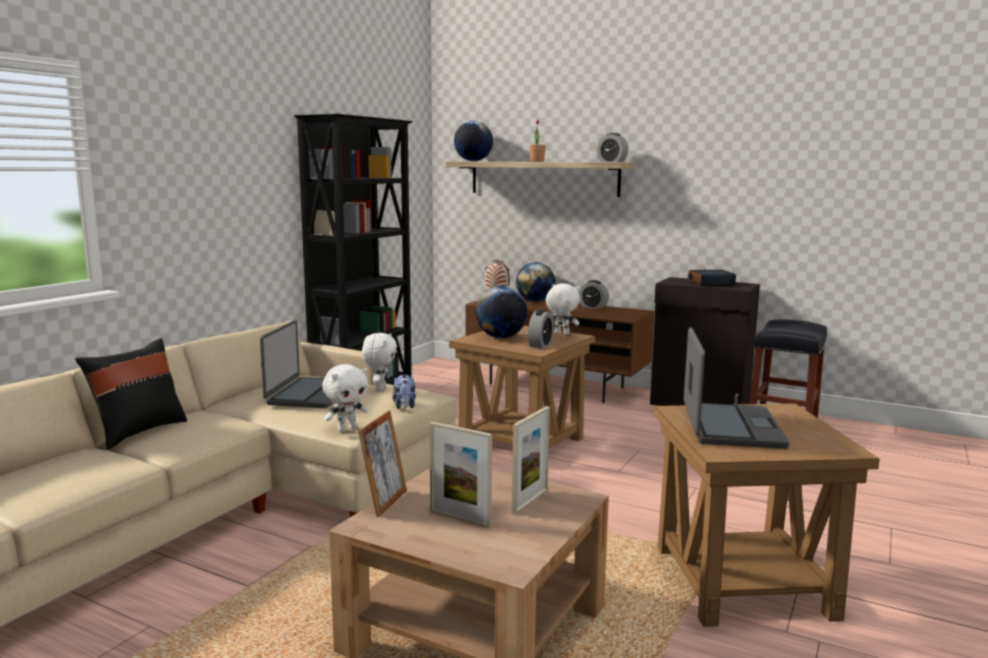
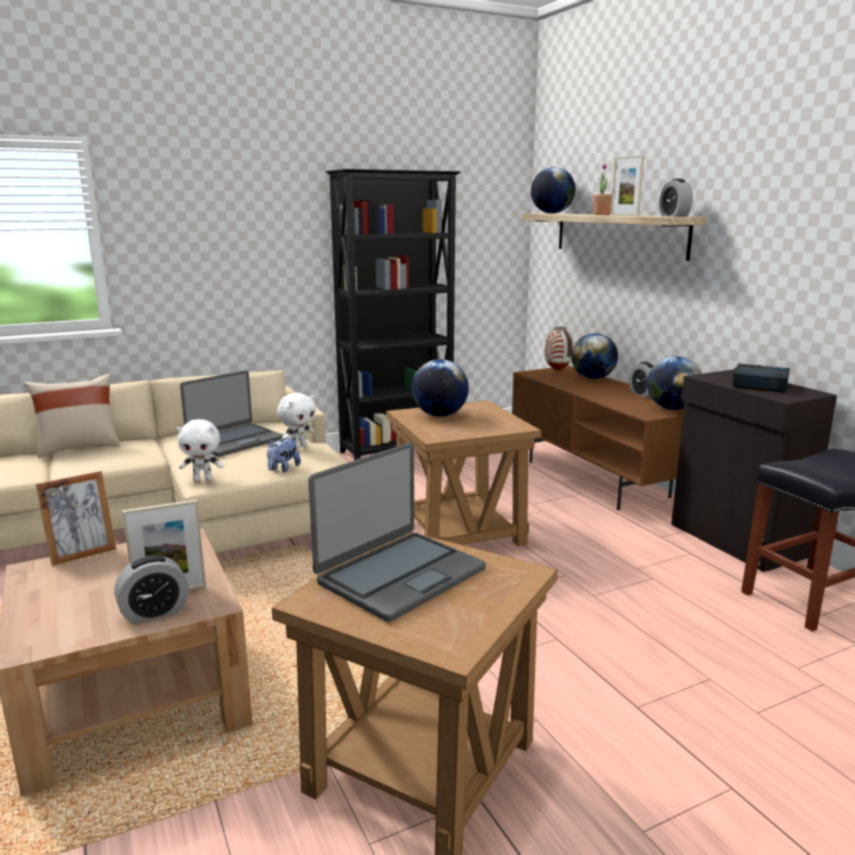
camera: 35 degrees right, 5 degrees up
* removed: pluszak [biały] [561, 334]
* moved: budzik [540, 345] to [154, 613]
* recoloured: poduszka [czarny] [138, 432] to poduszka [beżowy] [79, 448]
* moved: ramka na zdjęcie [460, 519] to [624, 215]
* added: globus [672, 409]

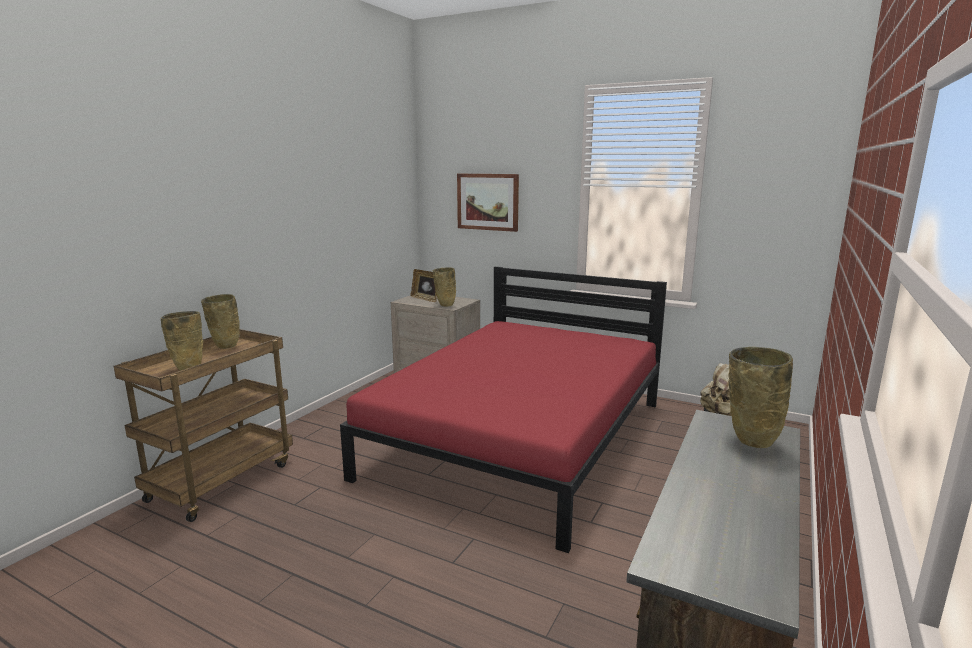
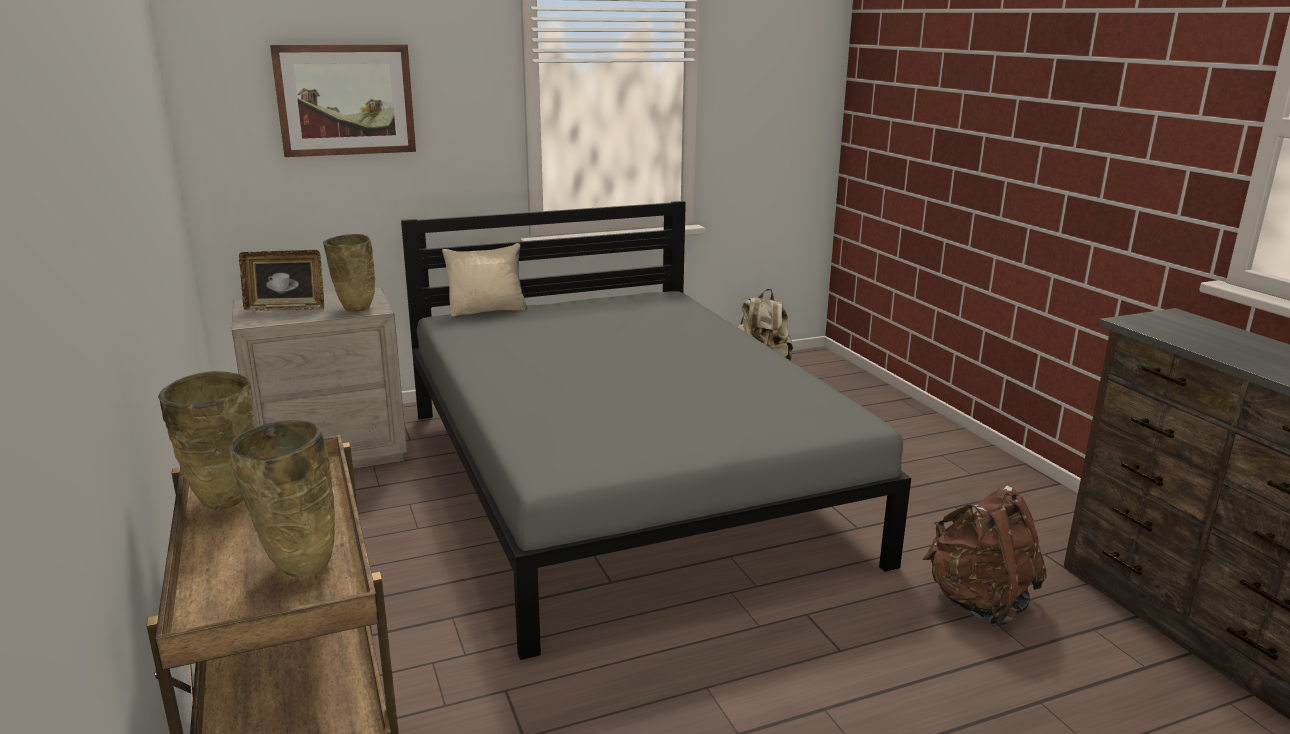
camera: 50 degrees left, 5 degrees up
* recoloured: łóżko [czerwony] [521, 438] to łóżko [szary] [622, 480]
* removed: wazon [beżowy] [749, 442]
* added: poduszka [beżowy] [488, 310]
* added: plecak [brązowy] [978, 603]

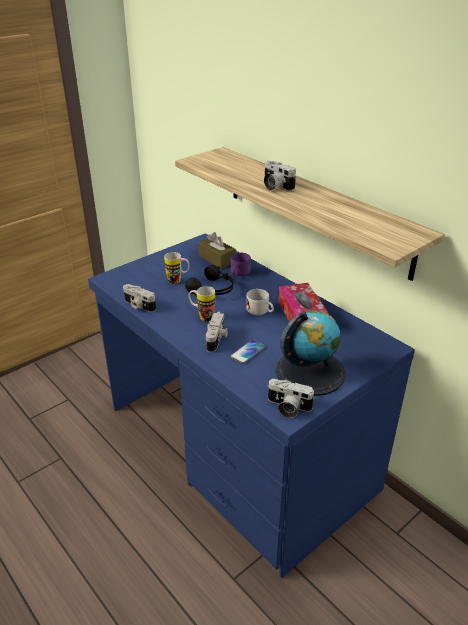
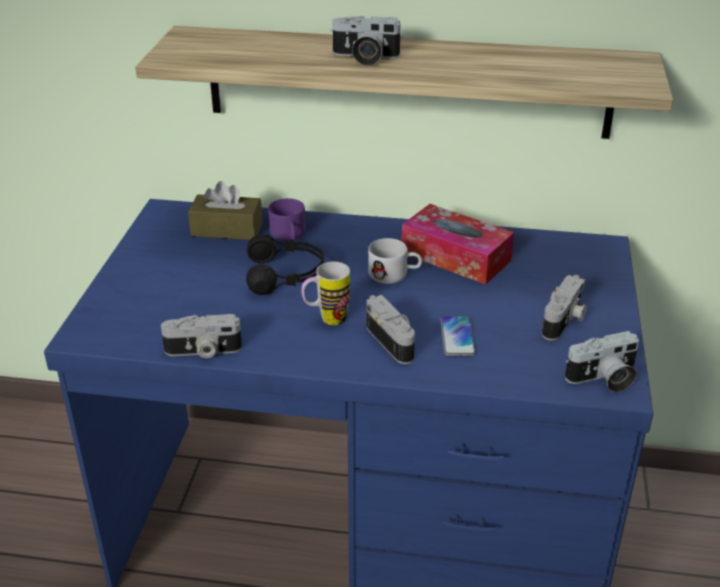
camera: 40 degrees left, 0 degrees up
* removed: kubek [178, 281]
* replaced: globus [310, 372] to aparat fotograficzny [564, 321]

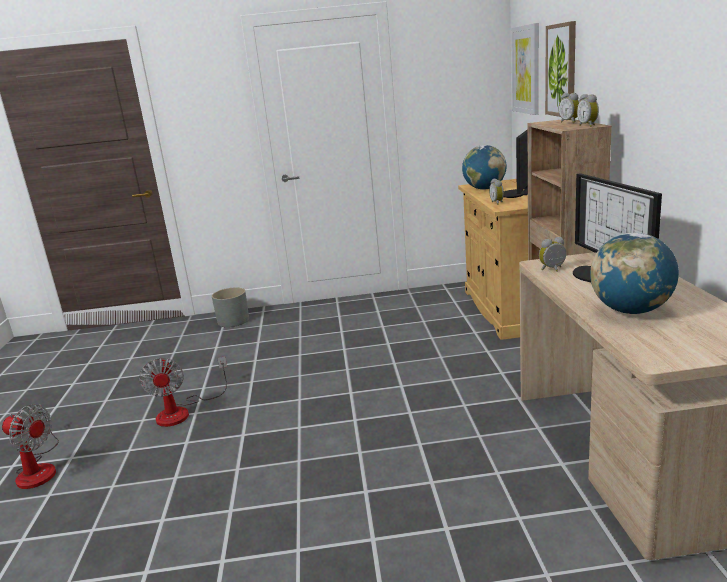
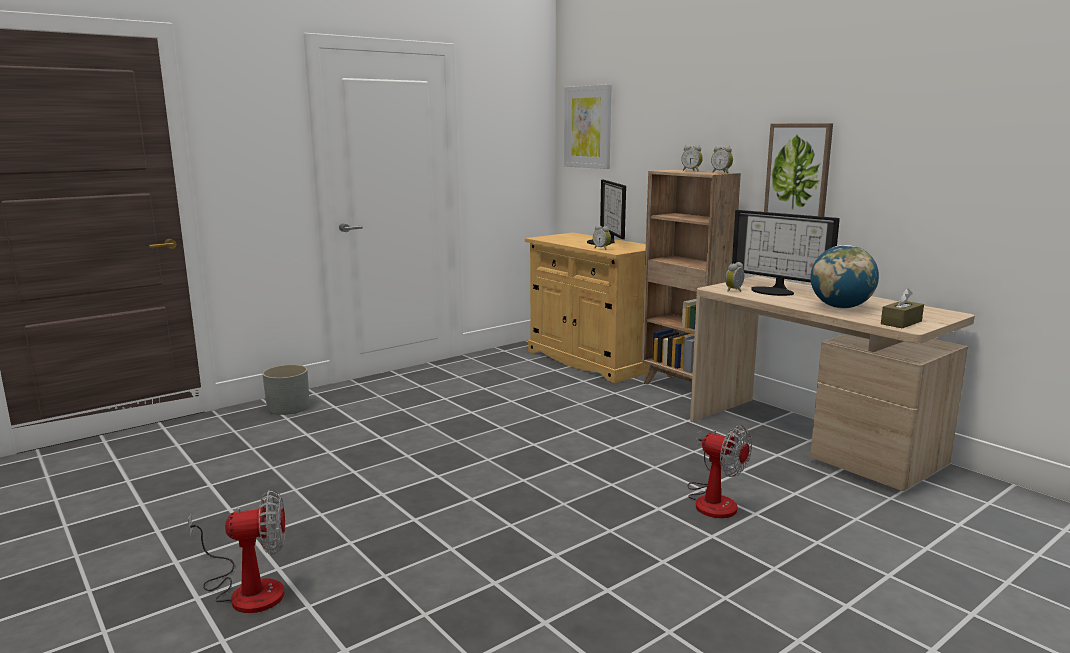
camera: 35 degrees left, 5 degrees down
* moved: obraz [562, 70] to [798, 172]
* removed: globus [484, 189]
* moved: wentylator [182, 411] to [713, 500]
* added: pudełko chusteczek [brązowy] [901, 322]

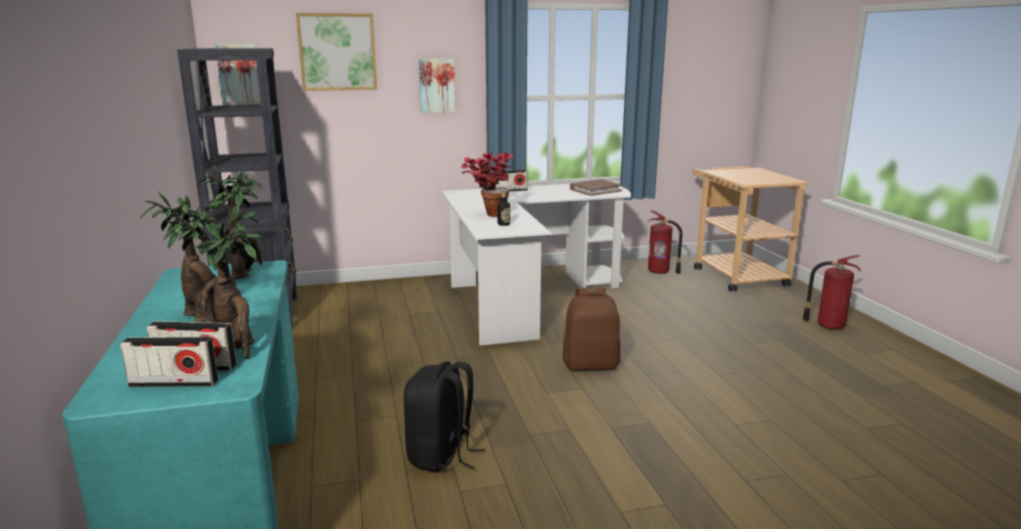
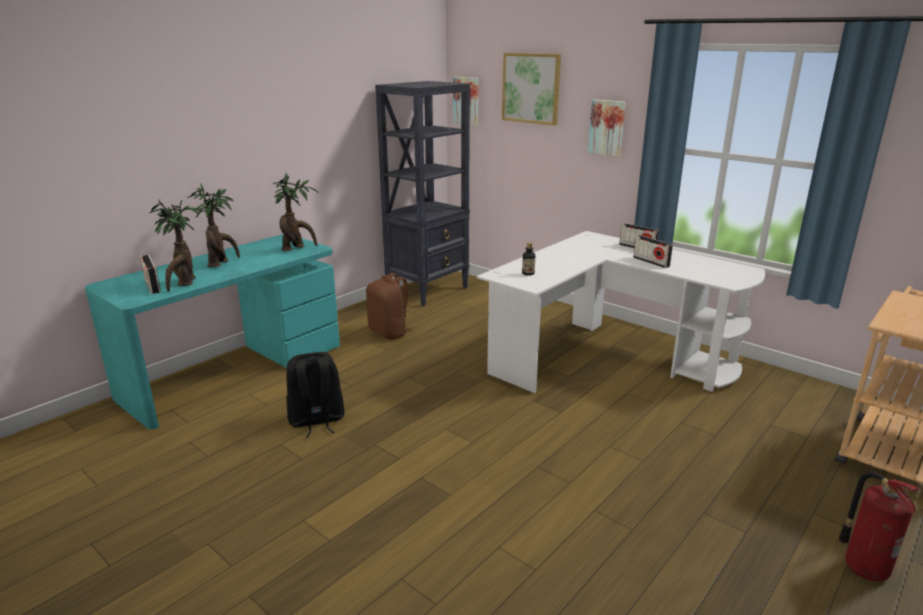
camera: 55 degrees right, 5 degrees up
* removed: roślina doniczkowa [488, 214]
* removed: książka [brązowy] [595, 190]
* removed: gaśnica [660, 272]
* moved: plecak [brązowy] [591, 365] to [389, 332]
* moved: radio [174, 383] to [651, 262]

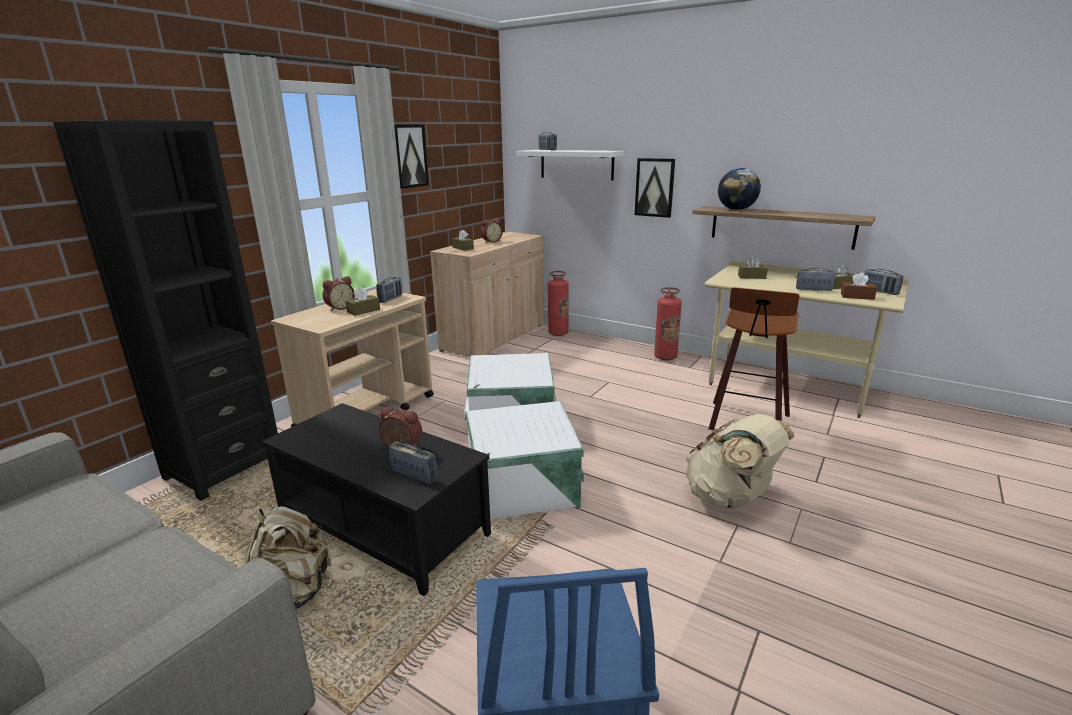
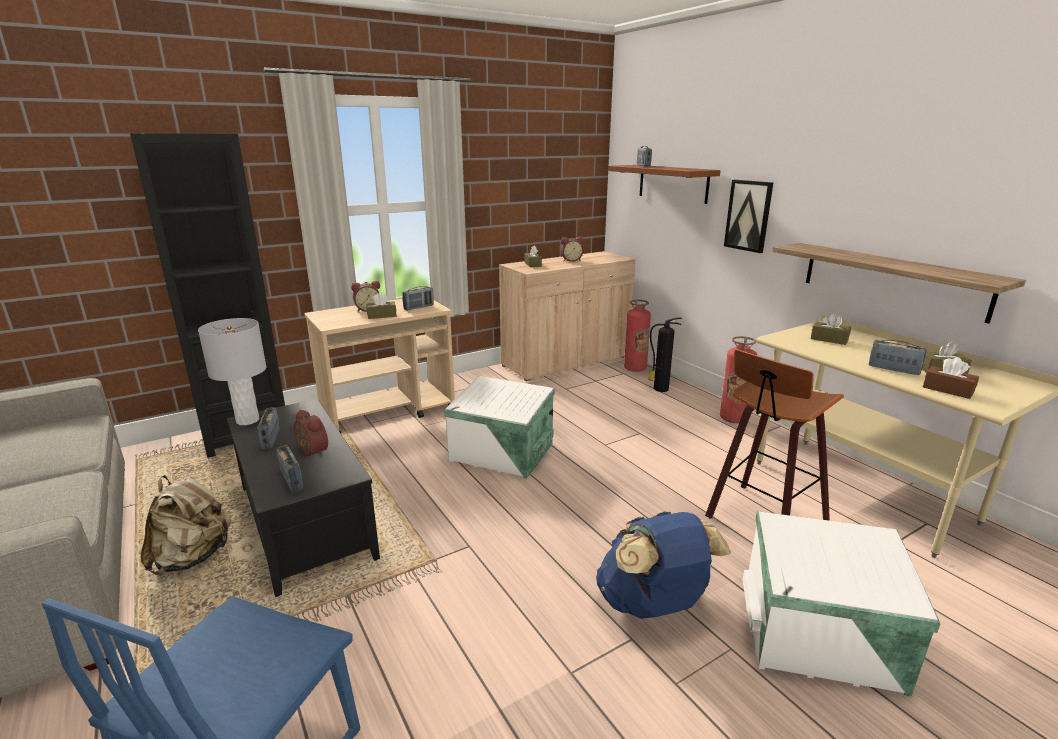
camera: 25 degrees right, 0 degrees up
* removed: obraz [409, 156]
* recoloured: półka [biały] [576, 164] to półka [brązowy] [673, 183]
* removed: globus [736, 209]
* moved: radio [879, 291] to [271, 439]
* moved: pojemnik do przechowywania [biały] [524, 490] to [821, 637]
* recoloured: plecak [beżowy] [730, 498] to plecak [niebieski] [653, 605]
* added: lampa stołowa [szary] [247, 420]
* added: gaśnica [659, 389]

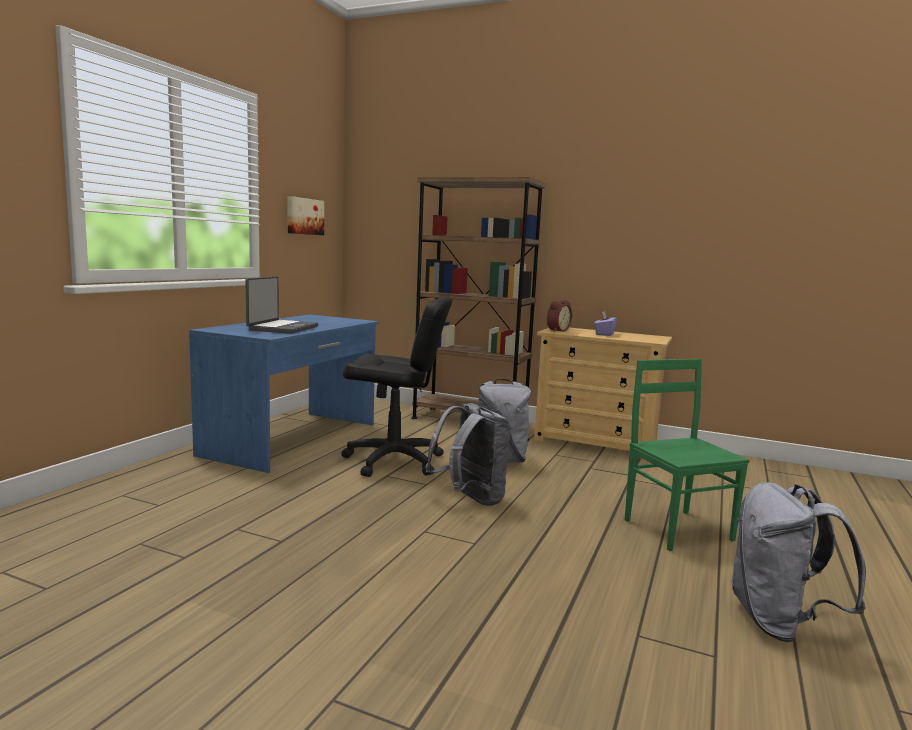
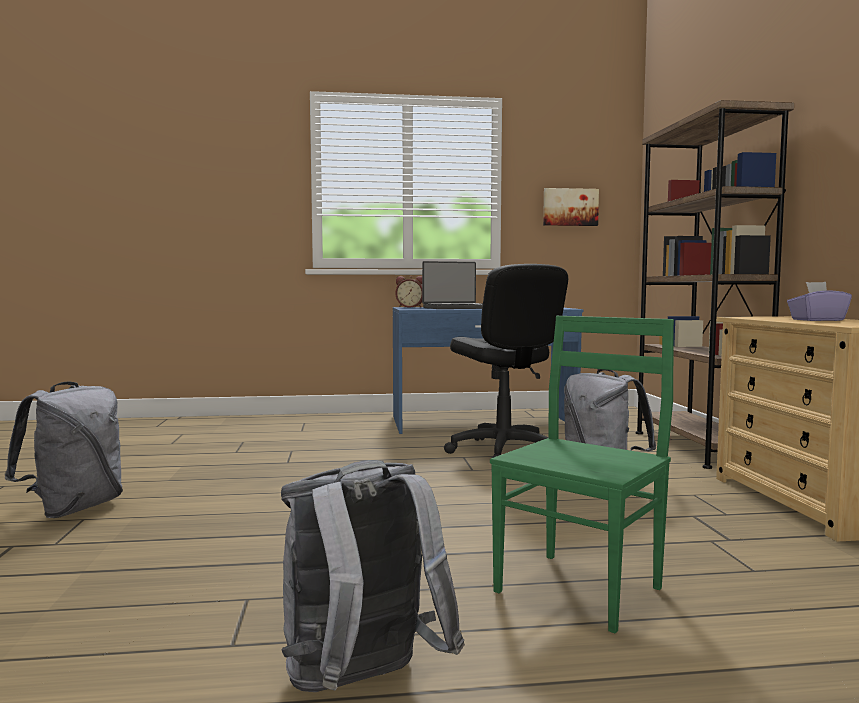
camera: 60 degrees right, 5 degrees down
* moved: budzik [556, 330] to [410, 307]
* moved: plecak [szary] [470, 500] to [74, 508]

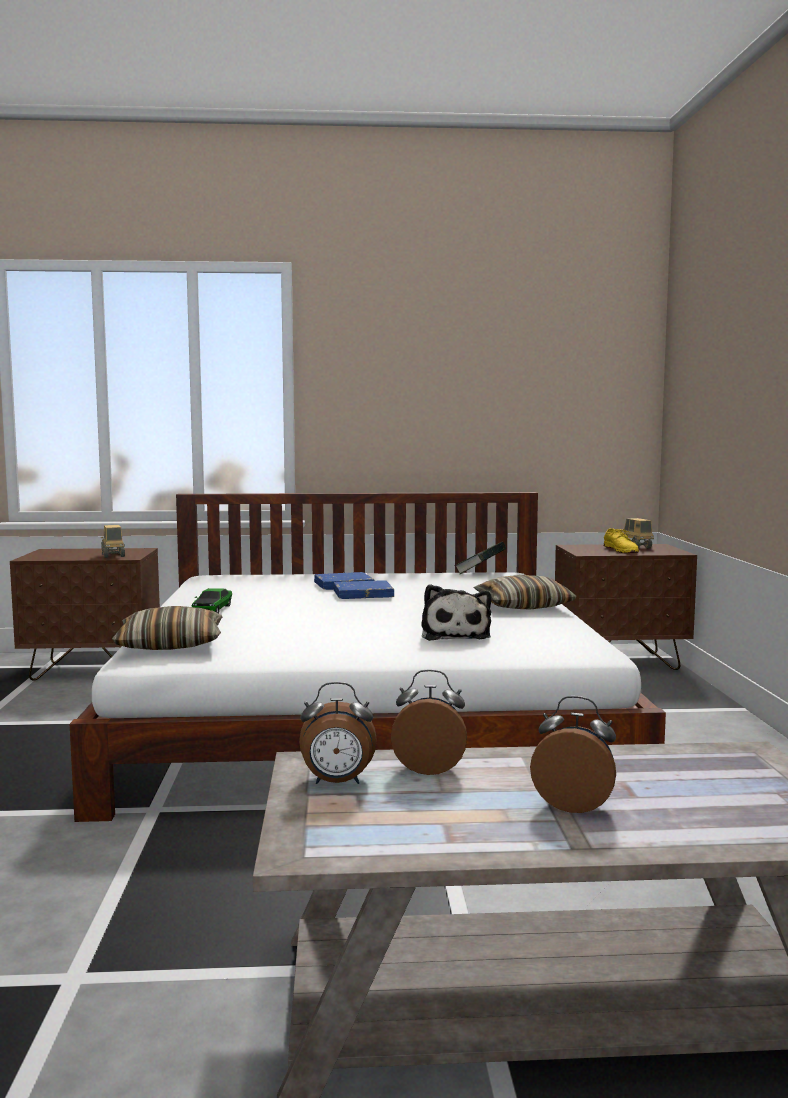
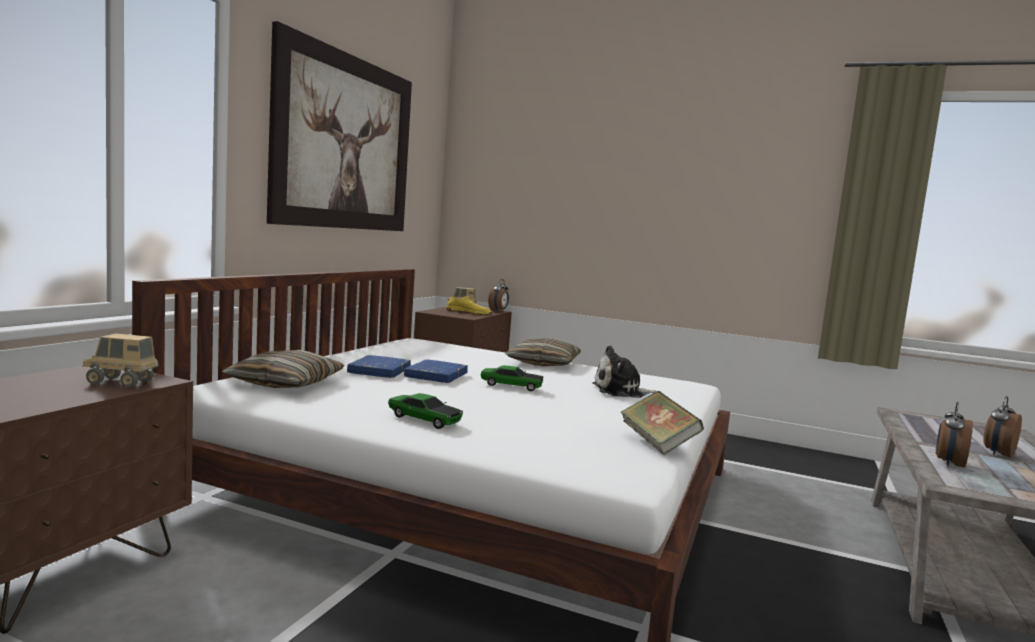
camera: 65 degrees left, 0 degrees up
* moved: książka [480, 573] to [658, 443]
* turned: pluszak [455, 635] = [621, 391] 150 degrees clockwise
* moved: poduszka [170, 645] to [286, 383]
* moved: budzik [337, 782] to [498, 311]
* added: obraz [346, 143]
* added: samochodzik [511, 386]

